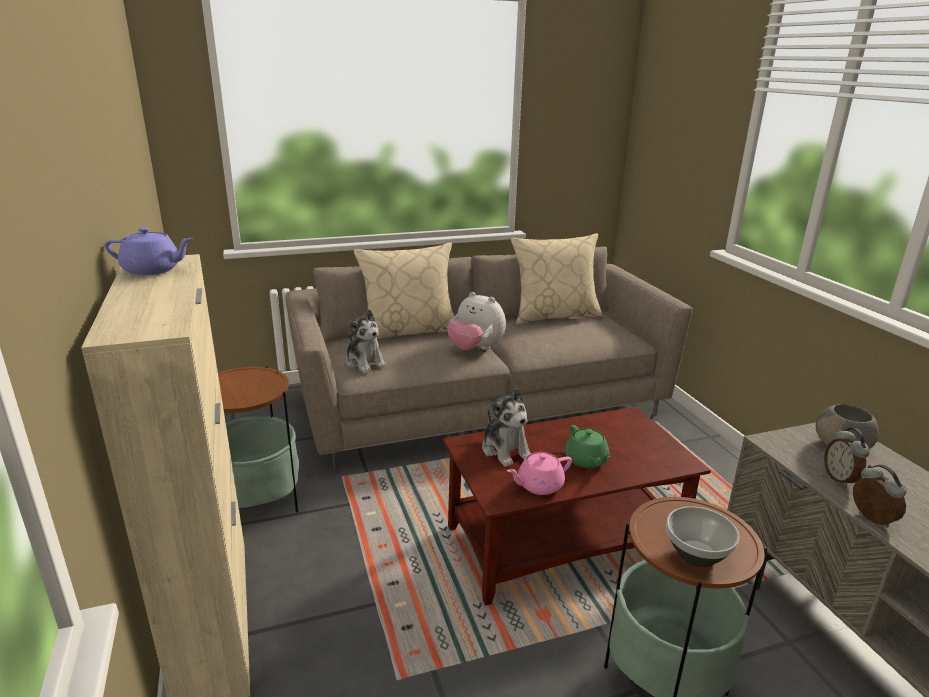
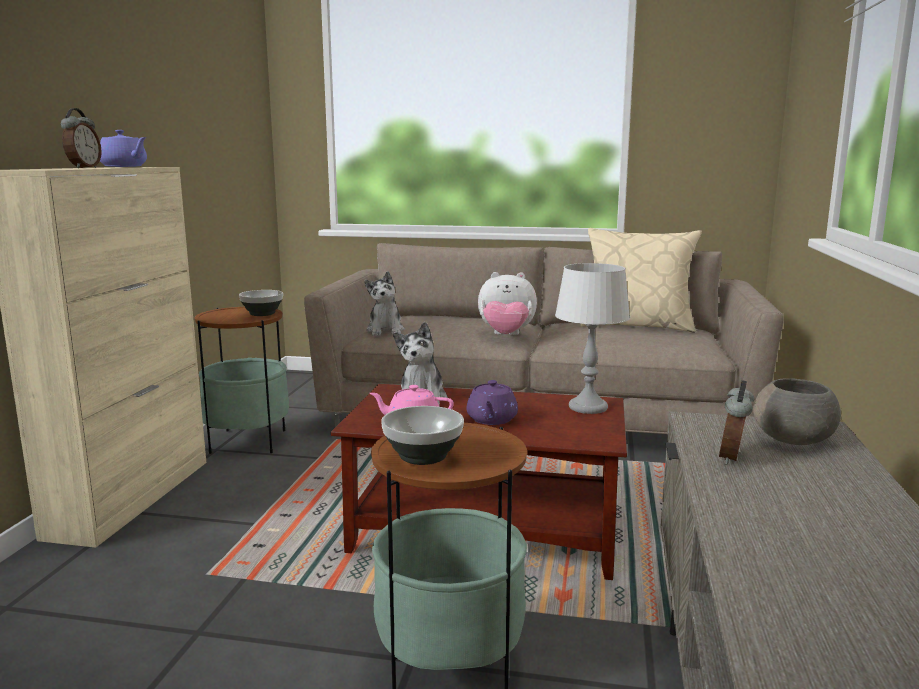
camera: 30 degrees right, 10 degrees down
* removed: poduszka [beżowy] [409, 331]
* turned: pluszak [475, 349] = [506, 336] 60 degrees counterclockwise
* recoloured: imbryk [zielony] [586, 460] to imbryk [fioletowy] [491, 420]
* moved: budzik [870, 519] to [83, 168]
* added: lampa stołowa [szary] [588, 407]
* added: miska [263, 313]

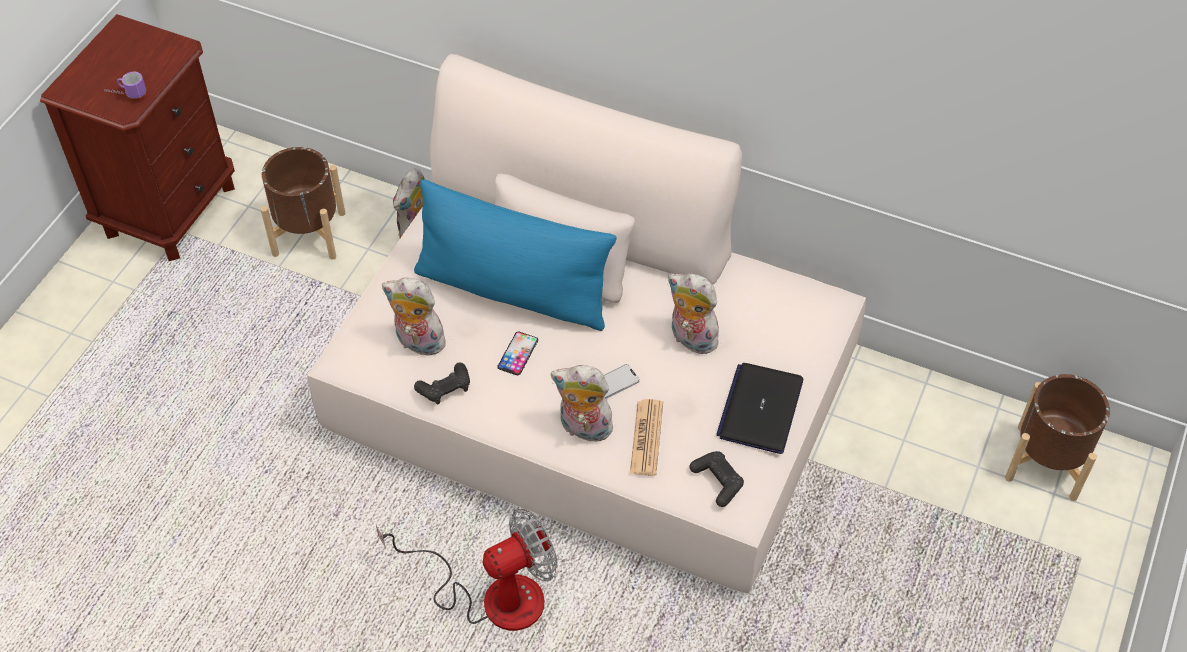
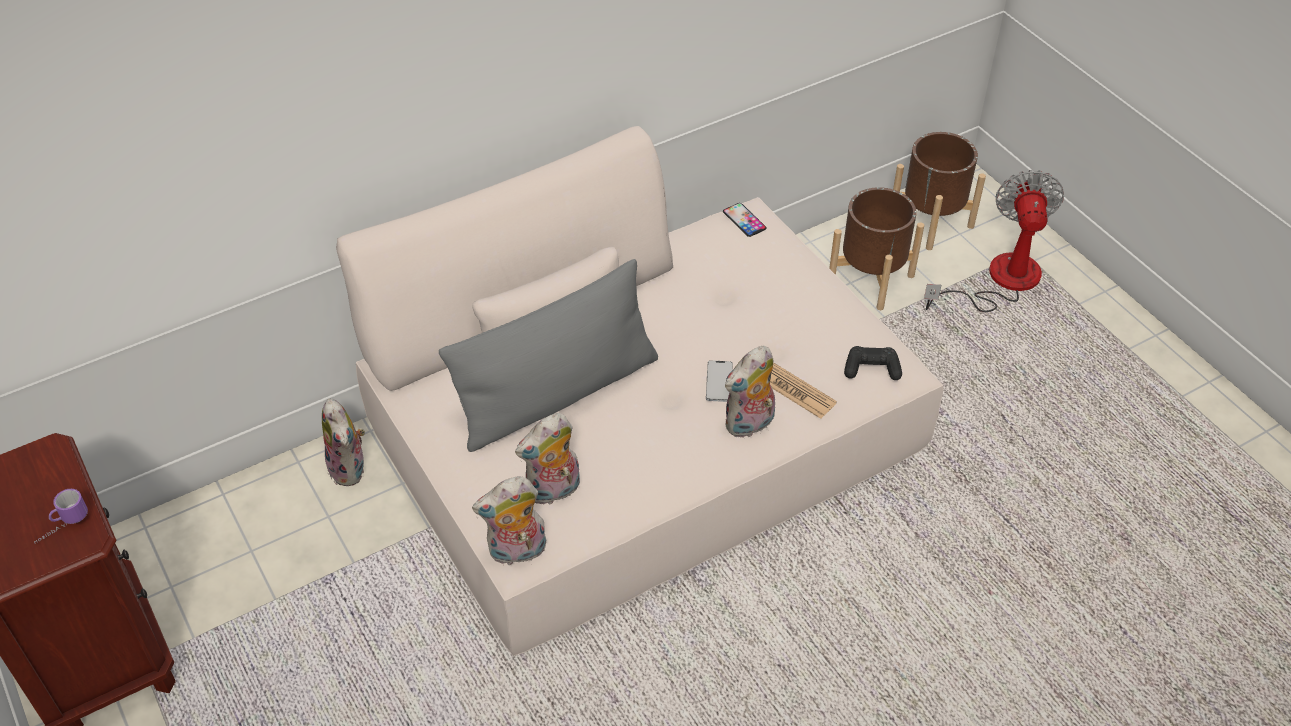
camera: 55 degrees left, 5 degrees down
* moved: donica [brązowy] [308, 233] to [870, 279]
* recoloured: poduszka [niebieski] [513, 290] to poduszka [szary] [558, 394]
* moved: pluszak [690, 339] to [517, 552]
* moved: telefon [518, 353] to [744, 220]
* removed: pad do gier [czarny] [445, 388]
* removed: laptop [760, 409]
* moved: wentylator [492, 595] to [999, 281]

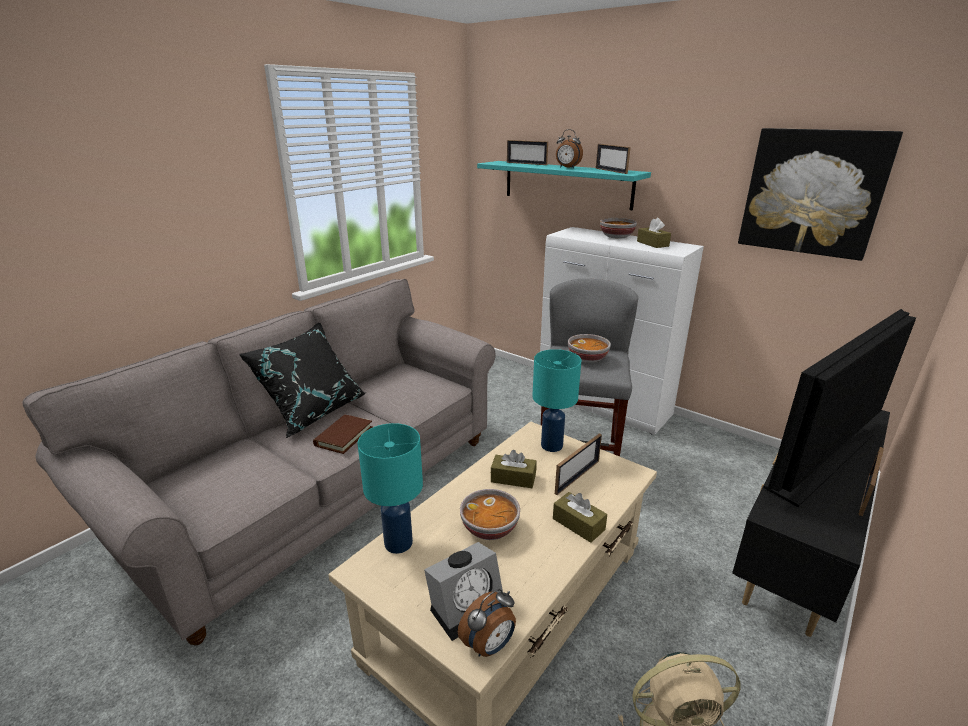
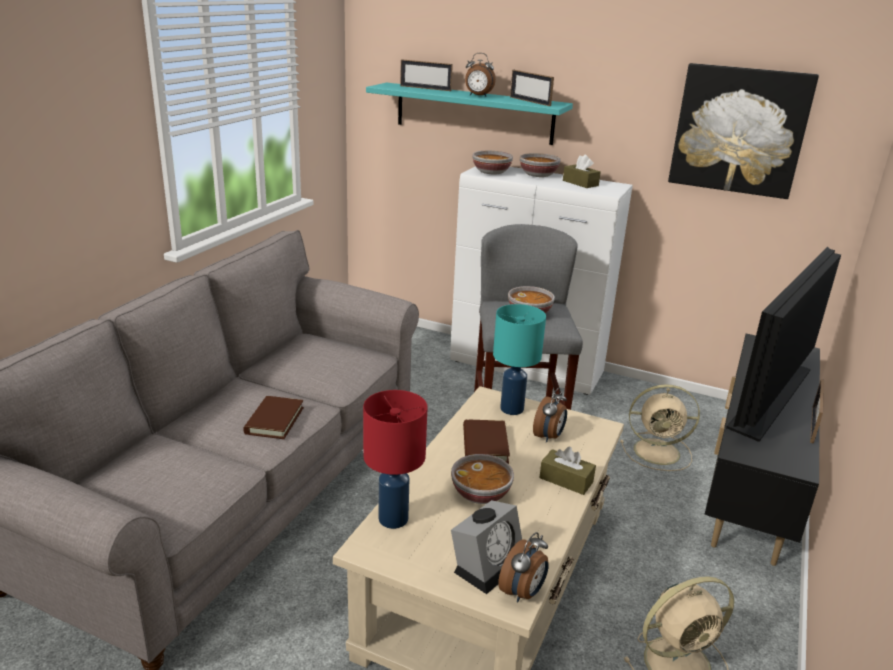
camera: 15 degrees left, 0 degrees up
* removed: poduszka [czarny] [312, 411]
* recoloured: lampa stołowa [turkusowy] [399, 543] to lampa stołowa [czerwony] [394, 519]
* replaced: ramka na zdjęcie [577, 477] to budzik [549, 437]
* replaced: pudełko chusteczek [brązowy] [513, 478] to książka [brązowy] [485, 445]
* added: miska [491, 172]
* added: wentylator [beżowy] [659, 452]

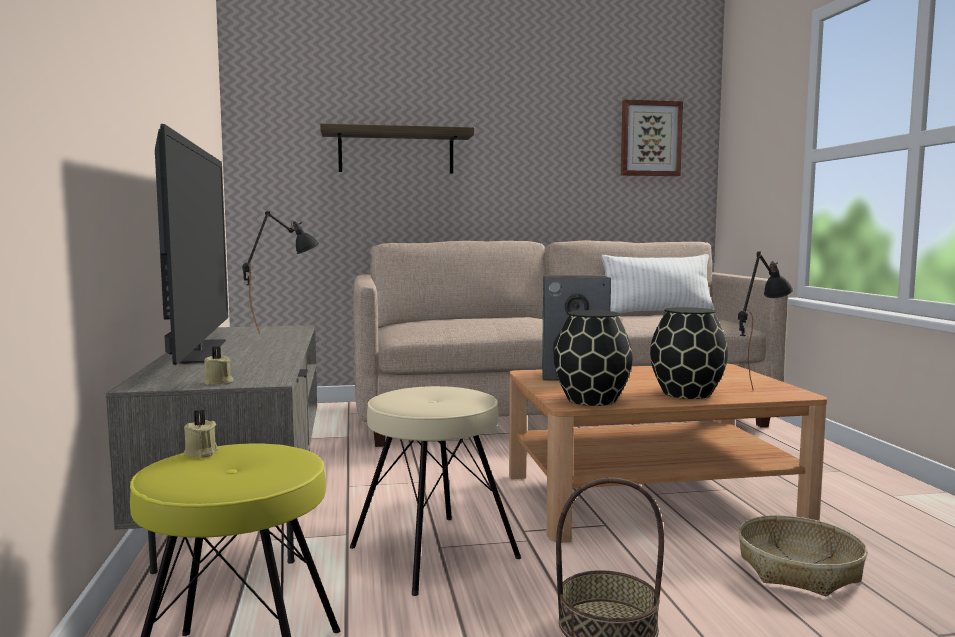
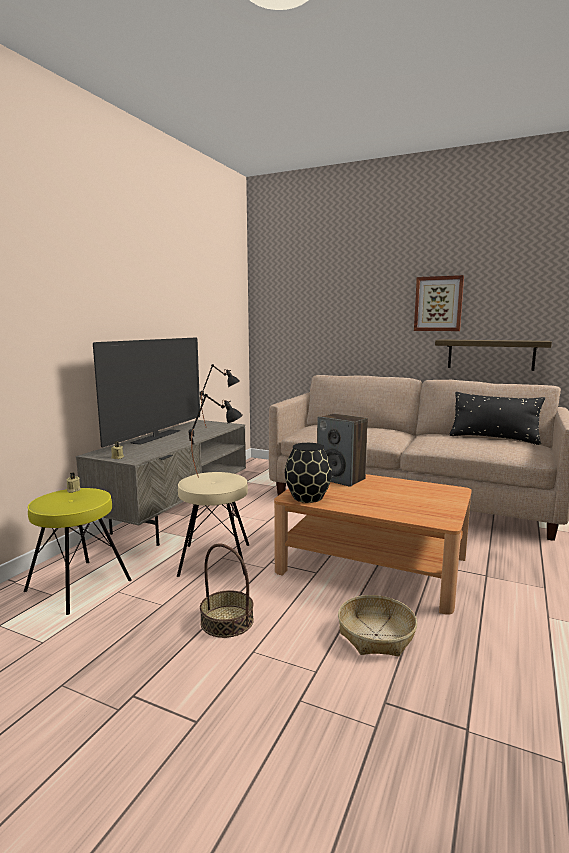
camera: 35 degrees right, 5 degrees up
* moved: obraz [650, 138] to [438, 304]
* moved: półka [396, 151] to [490, 354]
* moved: lampa stołowa [czarny] [758, 384] to [217, 475]
* recoloured: poduszka [biały] [657, 314] to poduszka [czarny] [493, 439]
* removed: wazon [czarny] [687, 394]

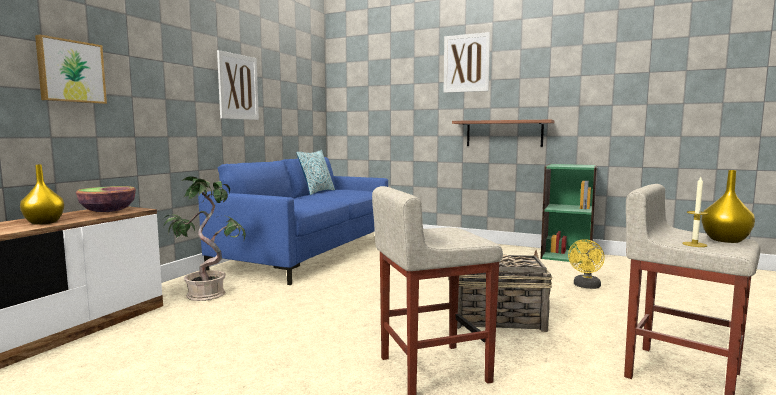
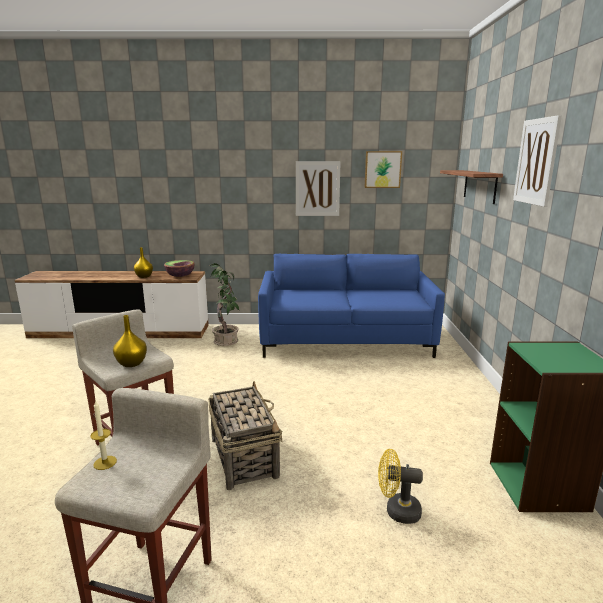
camera: 65 degrees right, 10 degrees up
* moved: obraz [70, 71] to [382, 169]
* moved: półka [504, 133] to [479, 186]
* removed: poduszka [317, 192]
* moved: wazon [żółty] [726, 240] to [131, 363]

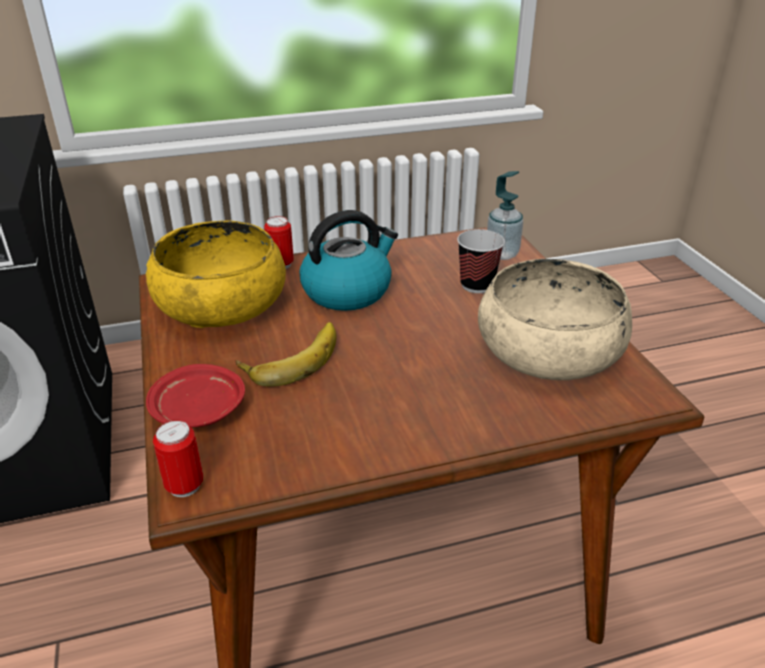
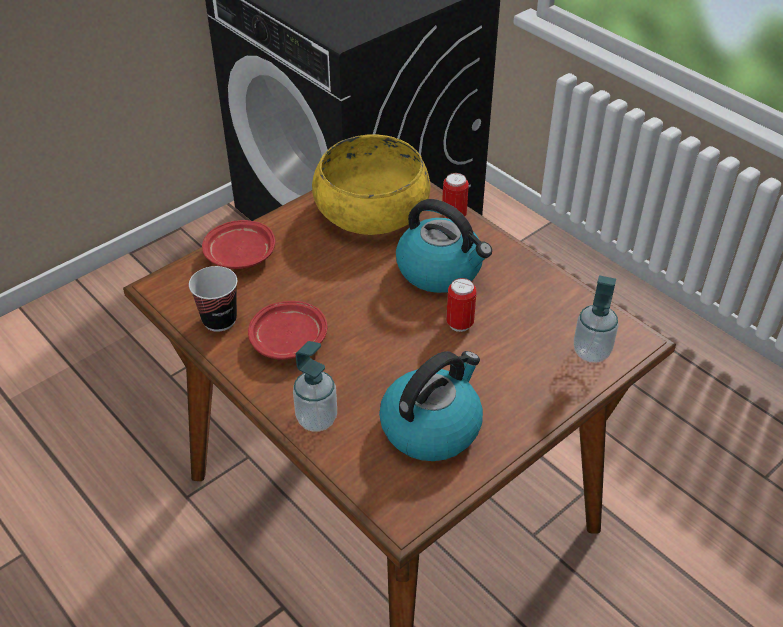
camera: 65 degrees right, 10 degrees up
* moved: filiżanka [477, 285] to [219, 320]
* replaced: miska [beżowy] [548, 351] to czajnik [431, 426]
* removed: banan [291, 358]
* moved: puszka [184, 485] to [459, 324]
* added: talerz [czerwony] [289, 339]
* added: dozownik mydła [317, 419]

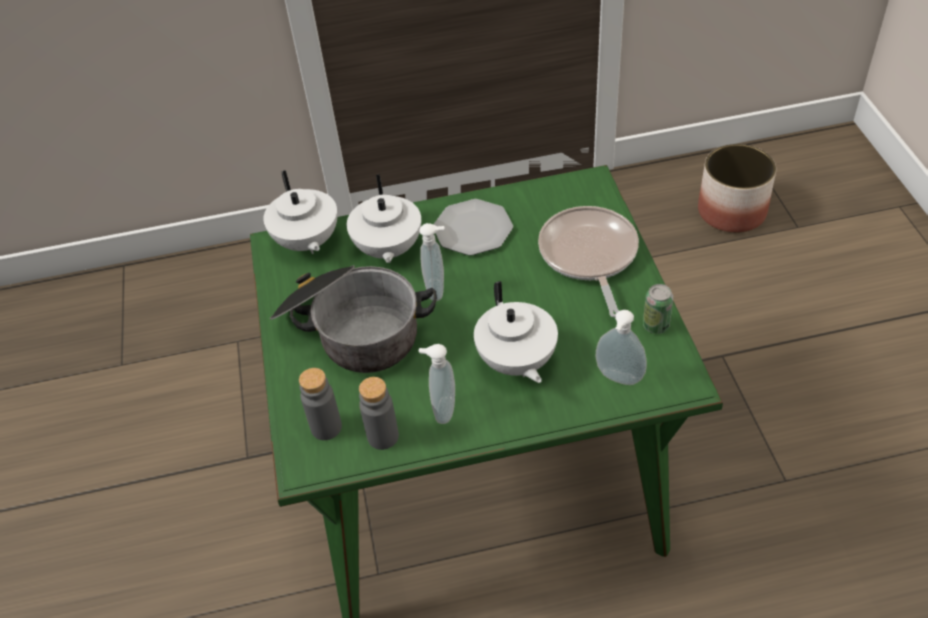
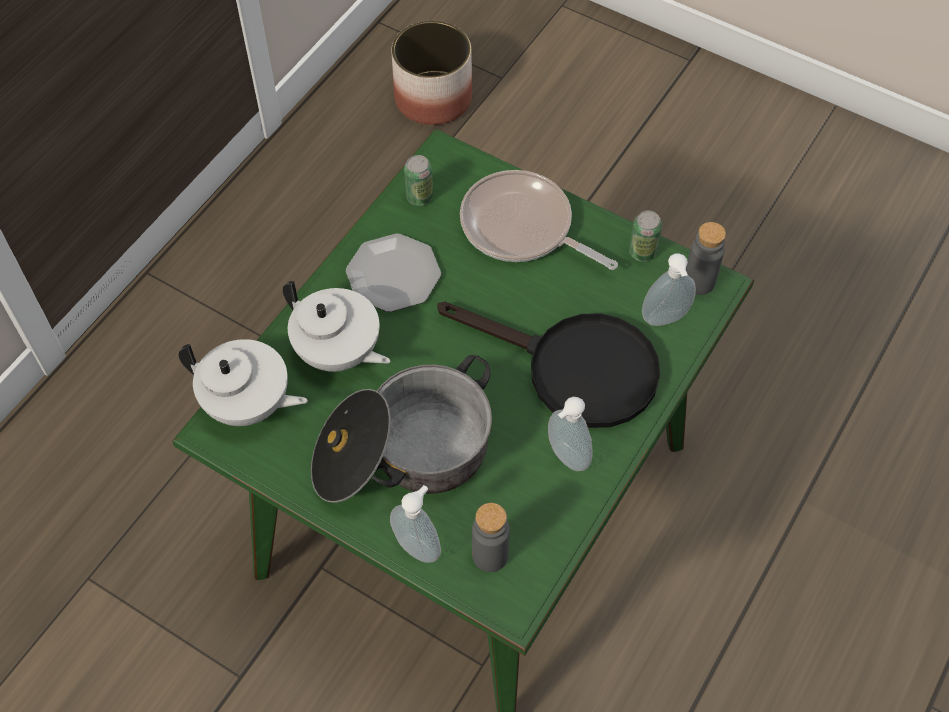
camera: 50 degrees left, 10 degrees up
* moved: dozownik mydła [437, 290] to [418, 546]
* replaced: imbryk [biały] [516, 362] to patelnia [czarny] [574, 369]
* moved: butelka [szary] [383, 436] to [699, 282]
* added: puszka [419, 197]

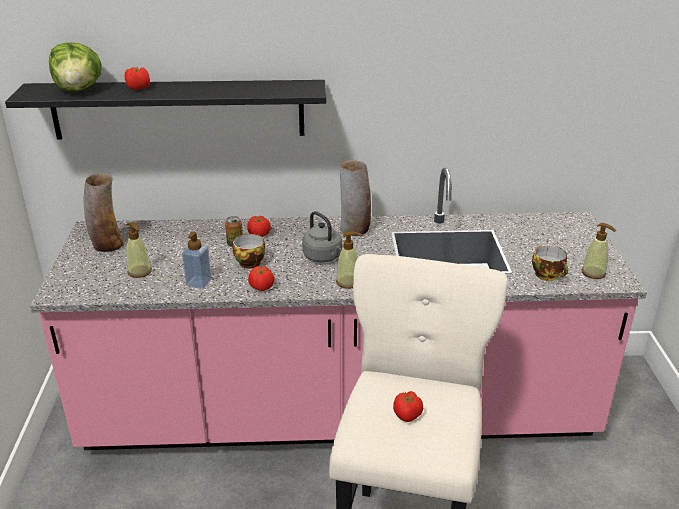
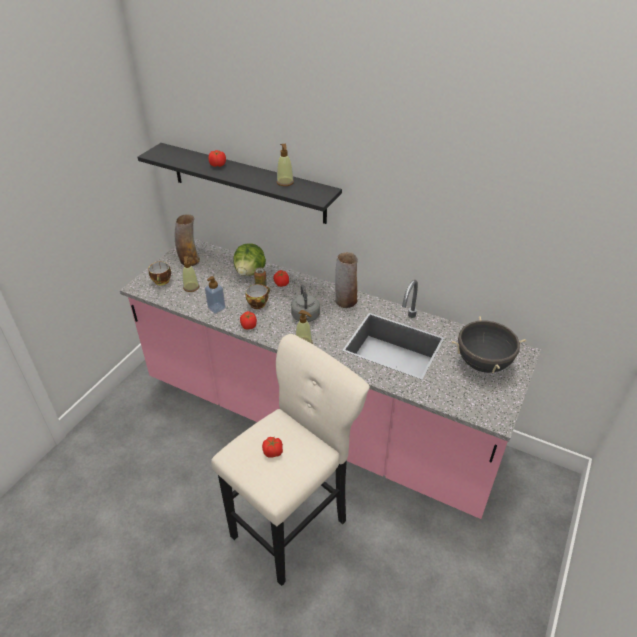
camera: 30 degrees right, 10 degrees up
* moved: sałata [79, 89] to [250, 272]
* moved: dozownik mydła [593, 273] to [285, 182]
* moved: filiżanka [548, 275] to [162, 281]
* added: garnek [czarny] [482, 363]

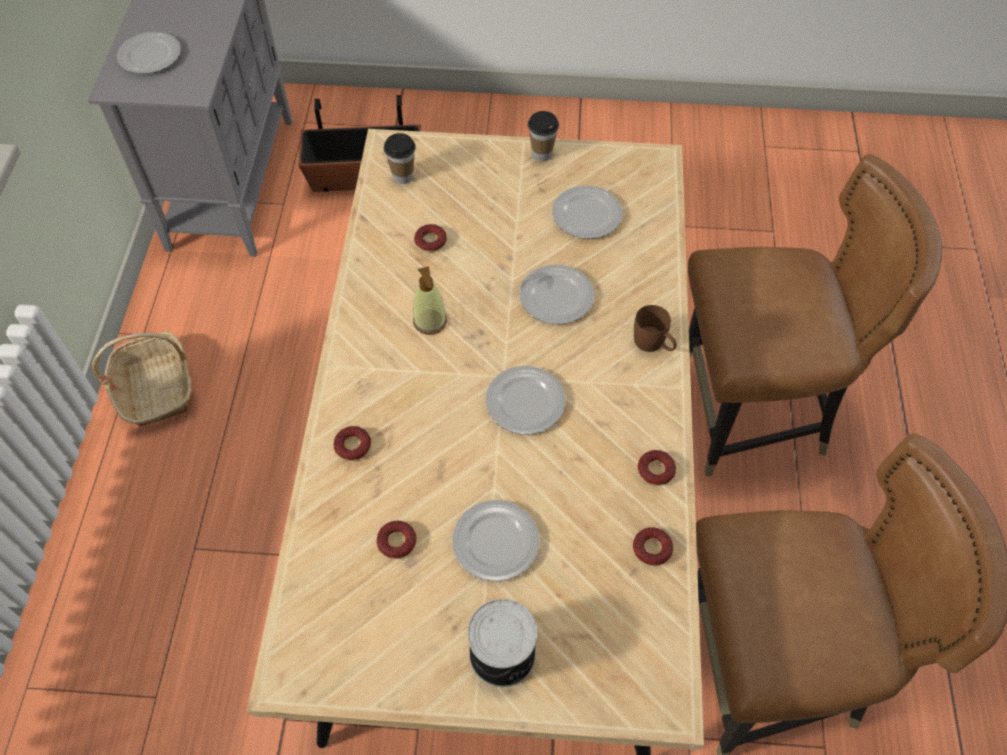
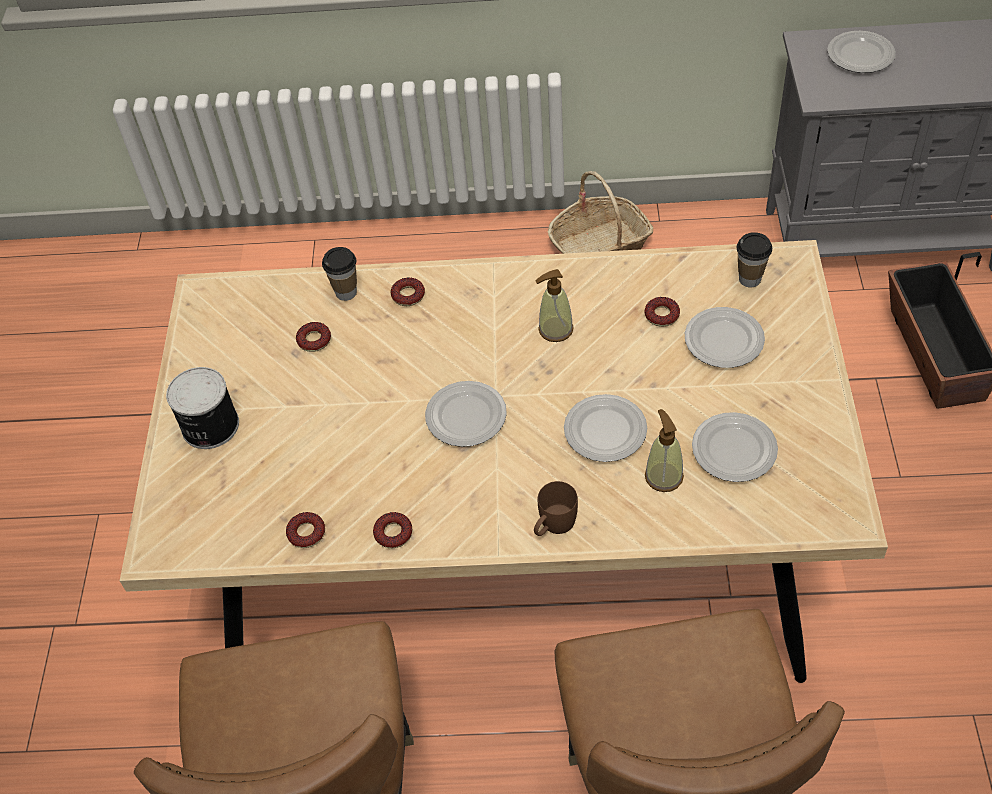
camera: 90 degrees right, 5 degrees down
* moved: filiżanka [541, 154] to [346, 292]
* moved: talerz [496, 542] to [724, 341]
* added: dozownik mydła [663, 476]

